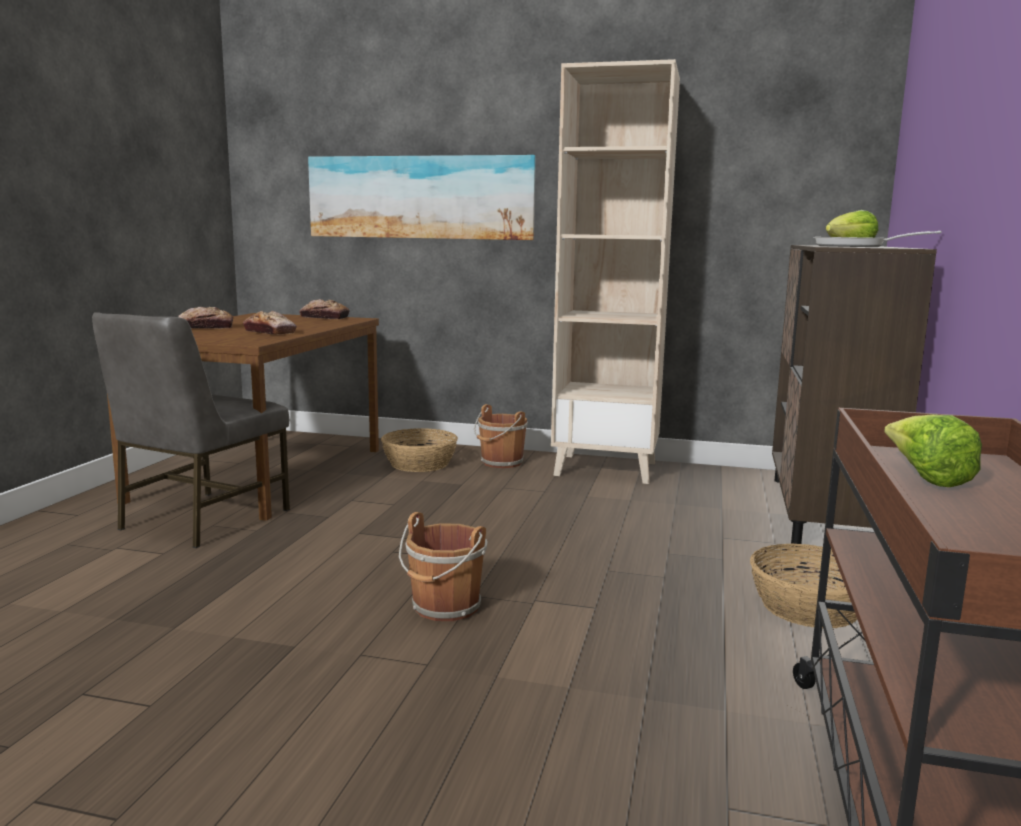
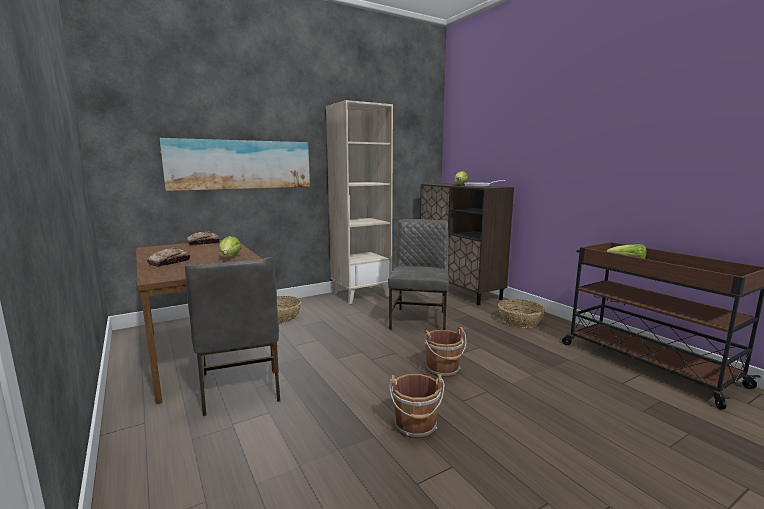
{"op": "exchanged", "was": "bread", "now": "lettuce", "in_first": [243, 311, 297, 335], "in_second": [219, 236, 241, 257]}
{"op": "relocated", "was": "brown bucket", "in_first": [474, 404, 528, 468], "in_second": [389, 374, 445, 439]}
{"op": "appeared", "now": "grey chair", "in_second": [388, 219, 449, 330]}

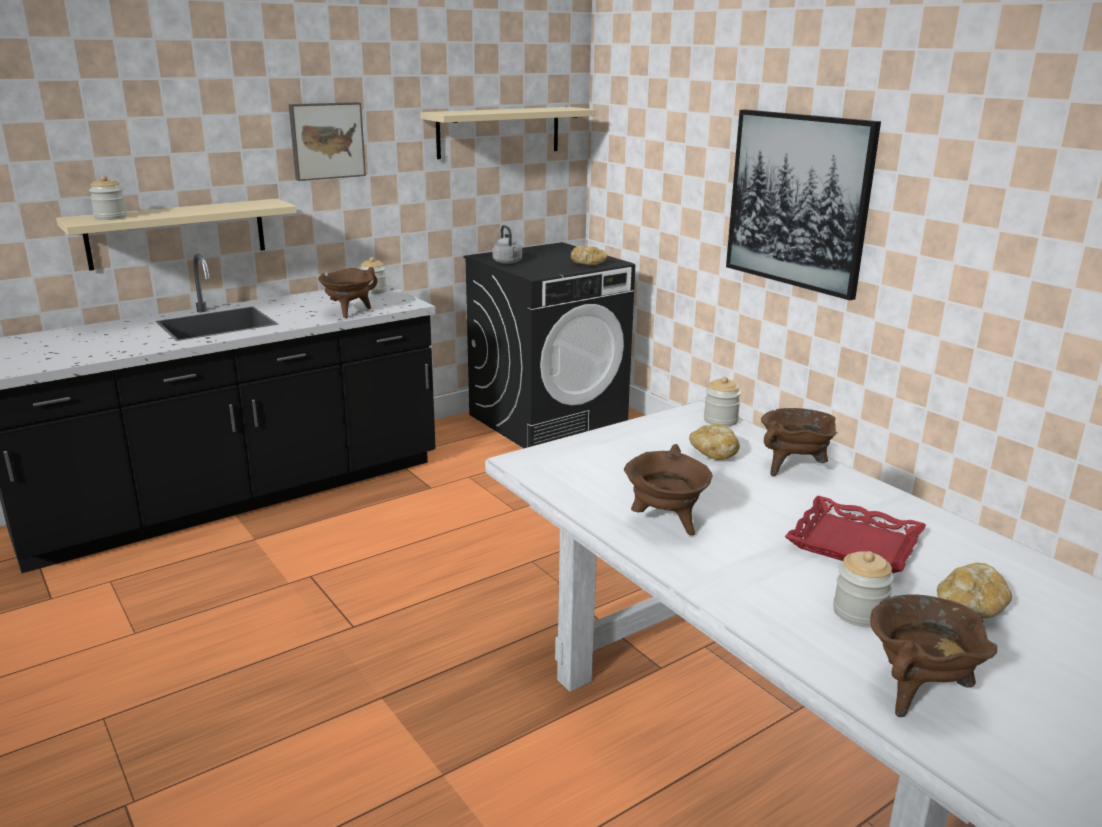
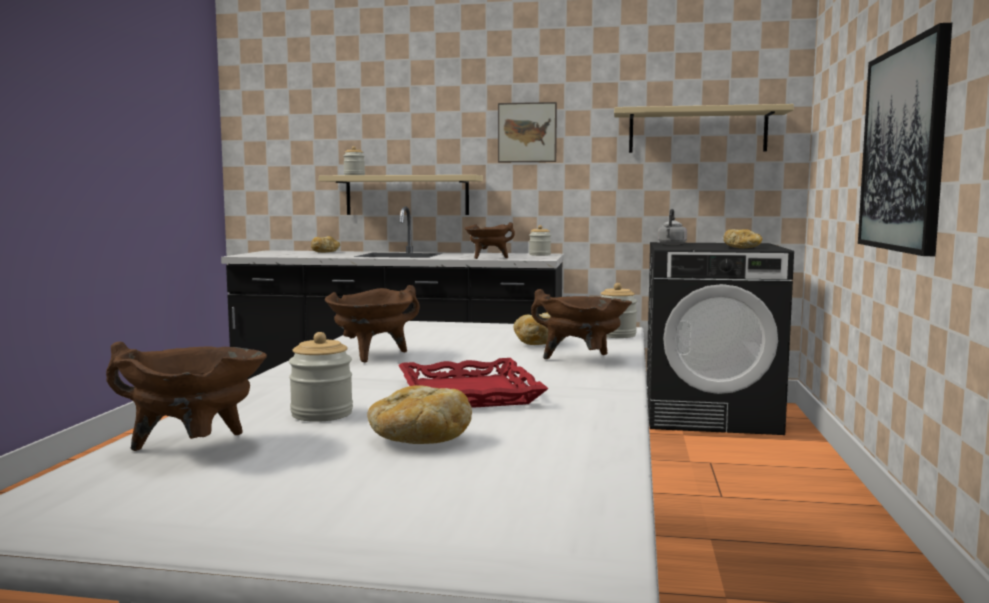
{"op": "appeared", "now": "bread", "in_second": [311, 236, 340, 253]}

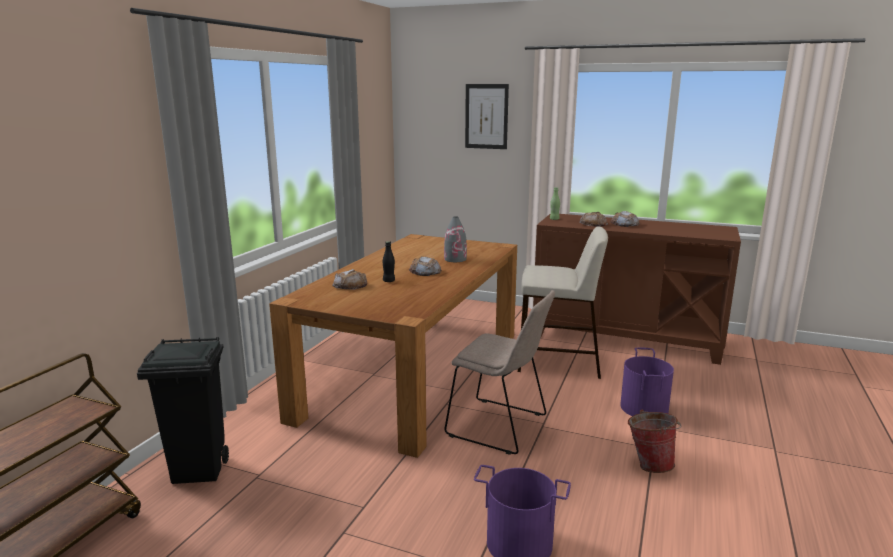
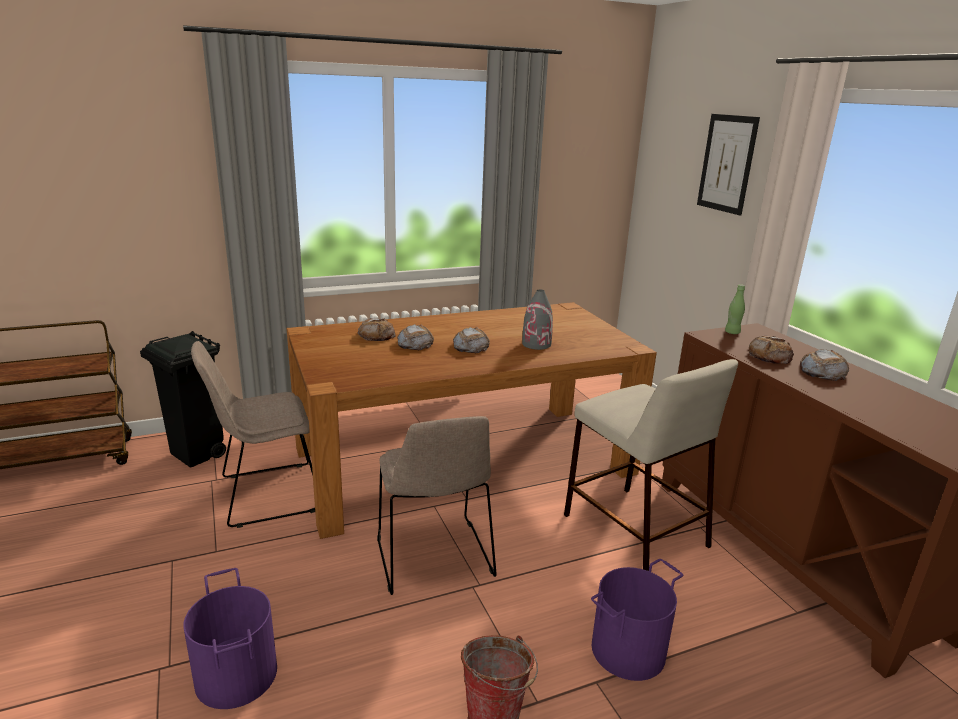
{"op": "exchanged", "was": "black bottle", "now": "bread", "in_first": [383, 241, 395, 282], "in_second": [397, 324, 434, 350]}
{"op": "appeared", "now": "beige chair", "in_second": [191, 341, 315, 528]}

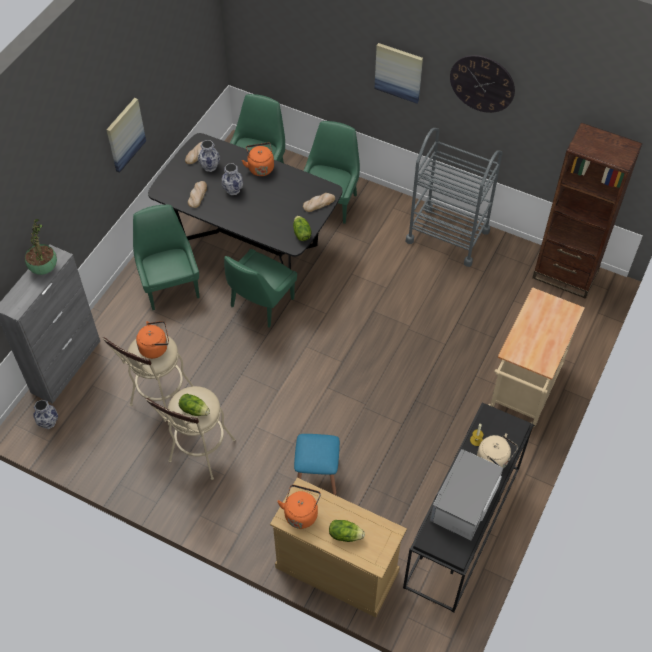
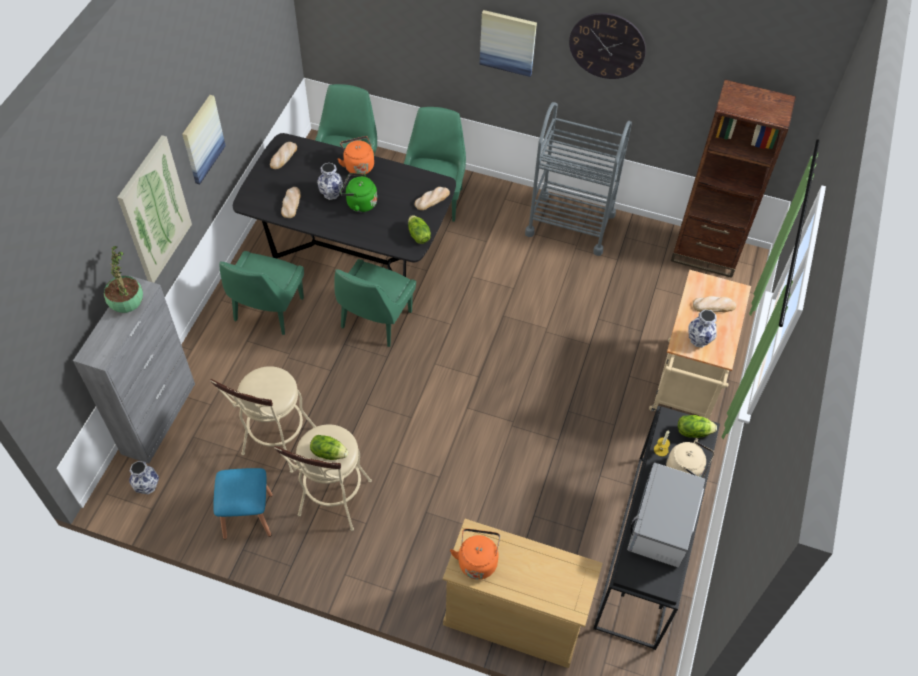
{"op": "relocated", "was": "vase", "in_first": [198, 140, 220, 172], "in_second": [689, 310, 717, 347]}
{"op": "spun", "was": "green chair", "in_first": [133, 205, 200, 310], "in_second": [219, 251, 304, 335], "clockwise": -135}
{"op": "missing", "was": "orange kettle", "in_first": [136, 321, 169, 359]}
{"op": "relocated", "was": "blue stool", "in_first": [294, 434, 340, 495], "in_second": [213, 468, 273, 539]}
{"op": "relocated", "was": "lettuce", "in_first": [329, 520, 365, 542], "in_second": [678, 415, 717, 438]}
{"op": "appeared", "now": "picture", "in_second": [117, 135, 192, 283]}
{"op": "appeared", "now": "green kettle", "in_second": [340, 173, 377, 212]}
{"op": "appeared", "now": "bread", "in_second": [693, 296, 736, 312]}

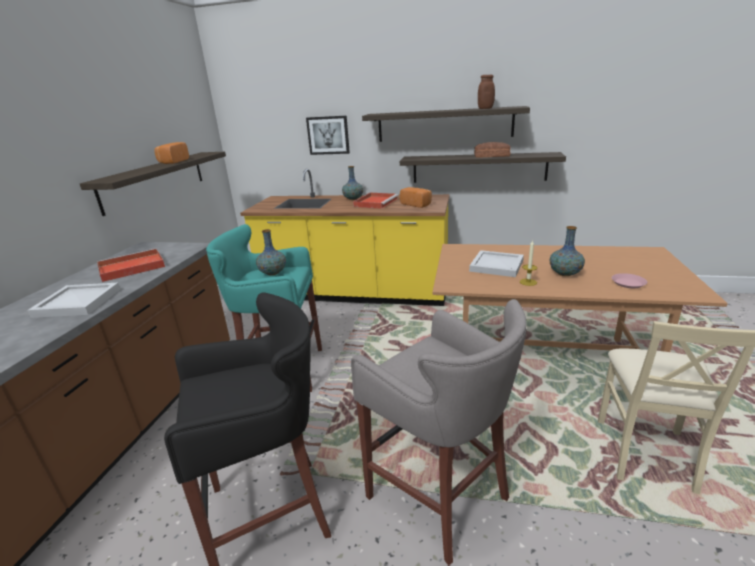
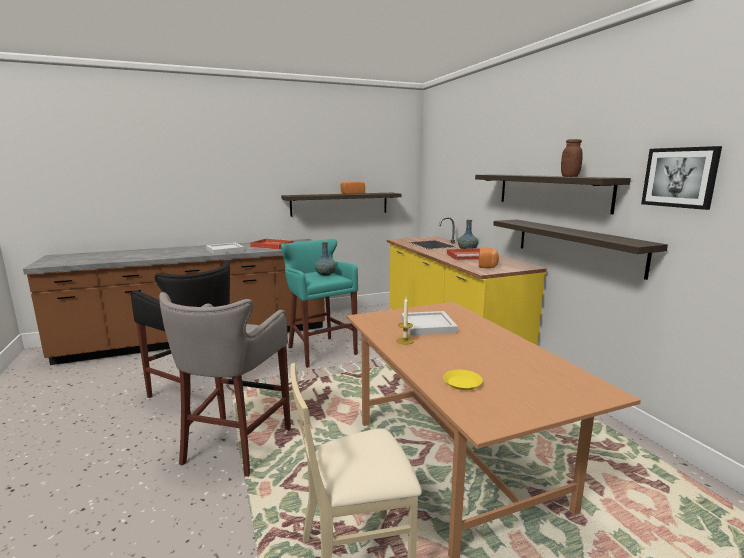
{"op": "relocated", "was": "picture", "in_first": [306, 116, 350, 155], "in_second": [641, 146, 722, 210]}
{"op": "missing", "was": "bread", "in_first": [474, 142, 511, 158]}
{"op": "missing", "was": "vase", "in_first": [550, 226, 585, 276]}
{"op": "colour", "was": "pink plate", "now": "yellow plate", "in_first": [612, 273, 647, 288], "in_second": [443, 370, 483, 390]}

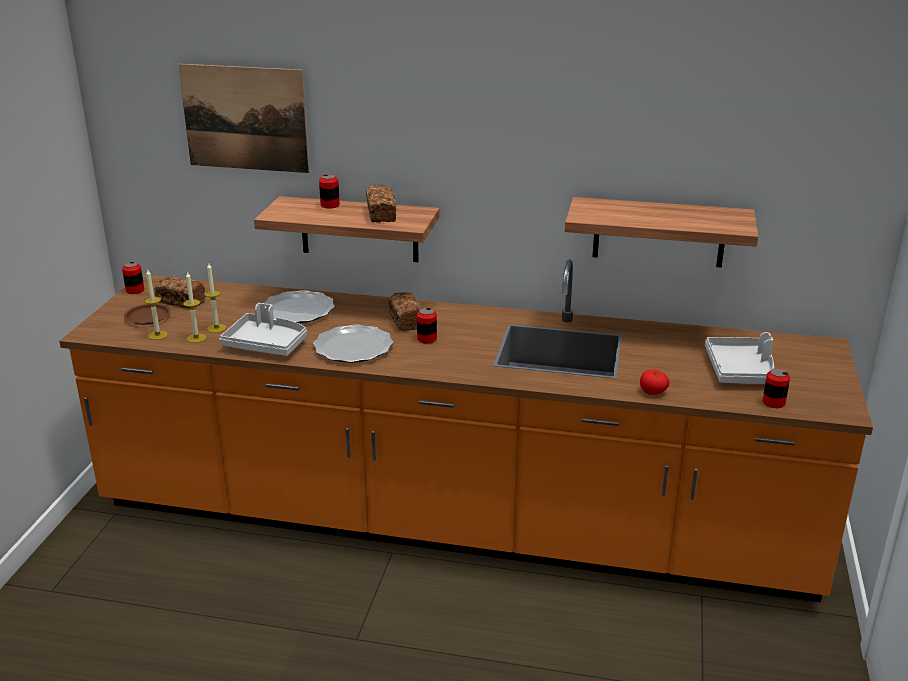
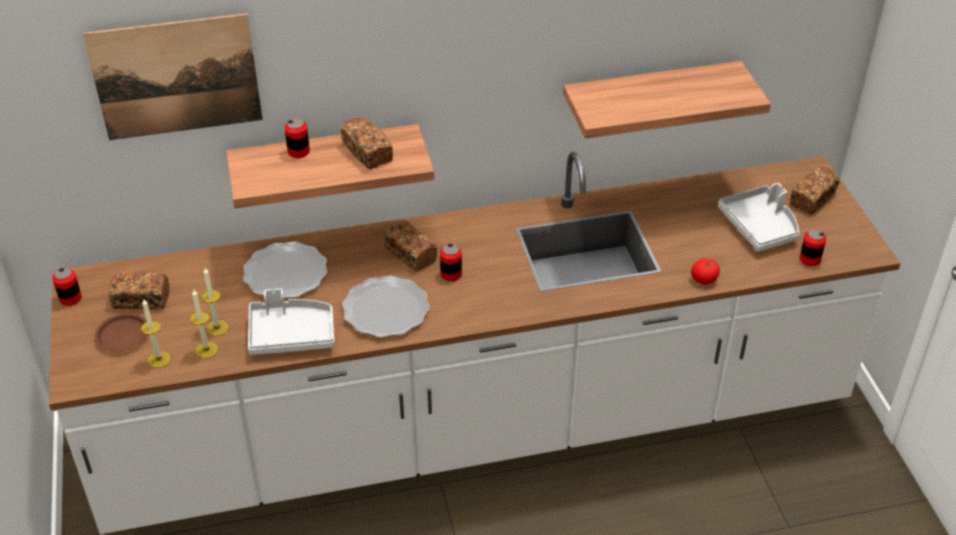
{"op": "colour", "was": "orange counter", "now": "white counter", "in_first": [59, 259, 873, 603], "in_second": [49, 152, 901, 534]}
{"op": "appeared", "now": "bread", "in_second": [790, 166, 840, 215]}

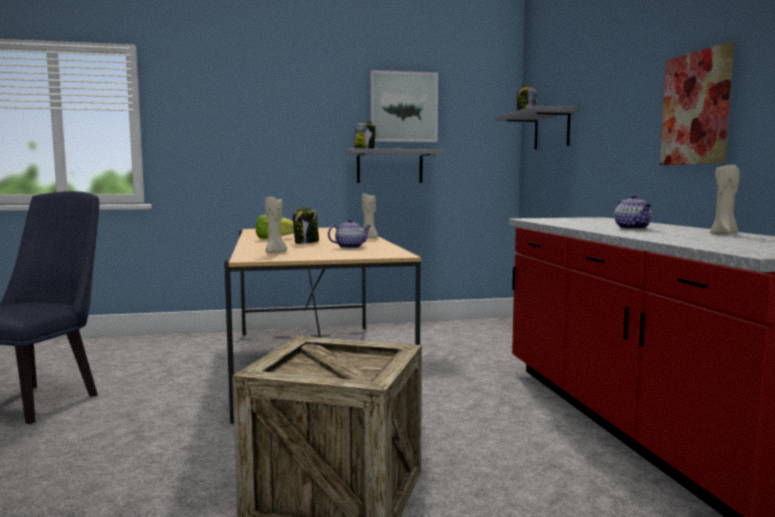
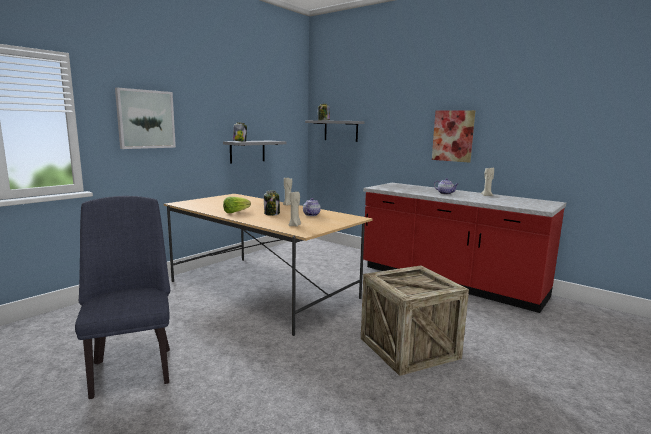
{"op": "relocated", "was": "picture", "in_first": [370, 70, 438, 142], "in_second": [115, 88, 176, 149]}

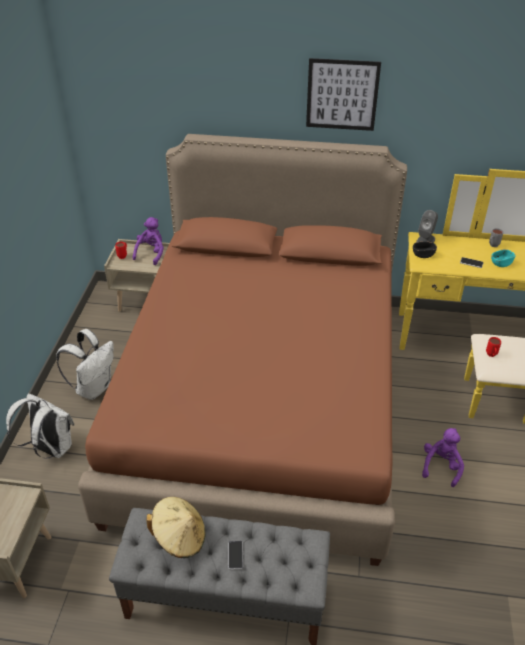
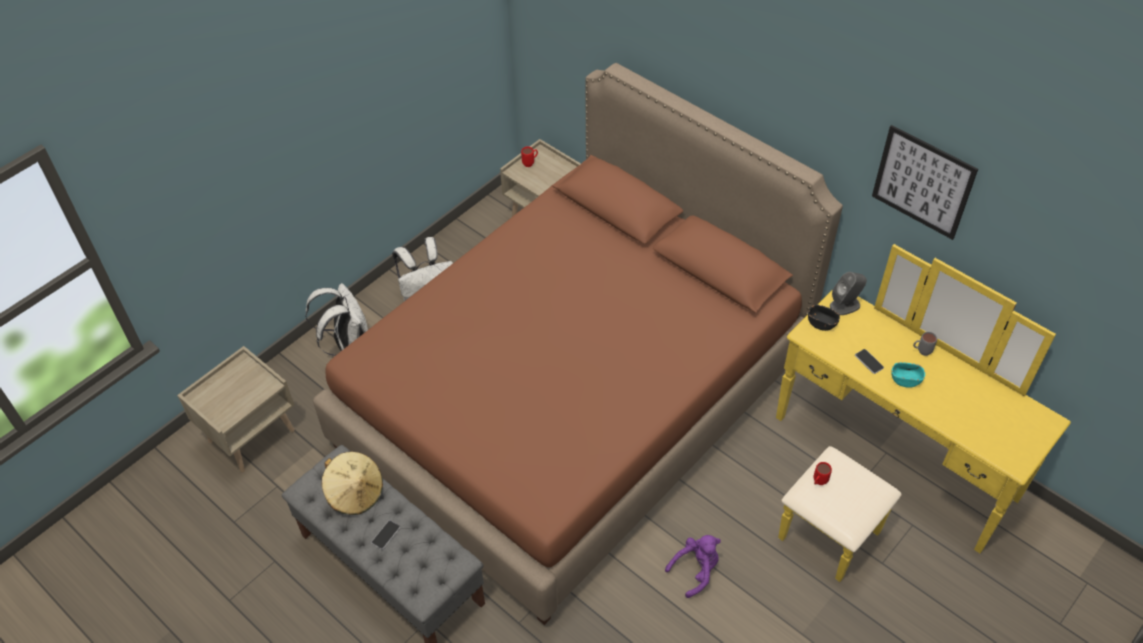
{"op": "relocated", "was": "picture", "in_first": [306, 58, 381, 131], "in_second": [872, 125, 978, 240]}
{"op": "missing", "was": "purple plush toy", "in_first": [133, 217, 164, 265]}

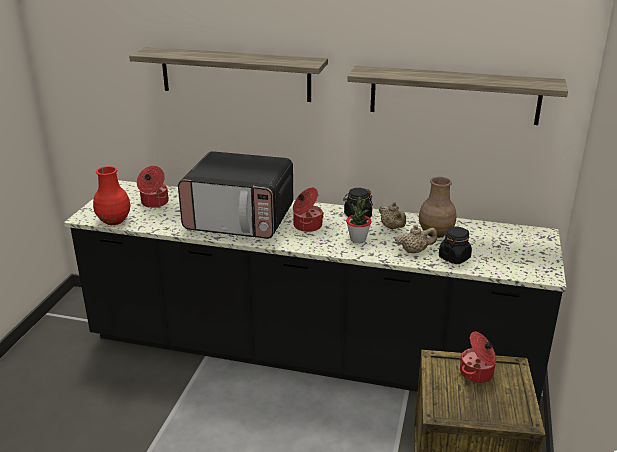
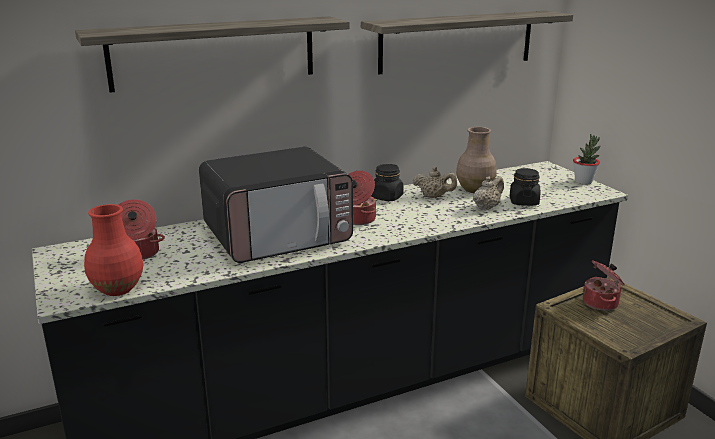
{"op": "relocated", "was": "potted plant", "in_first": [346, 196, 372, 243], "in_second": [573, 134, 601, 185]}

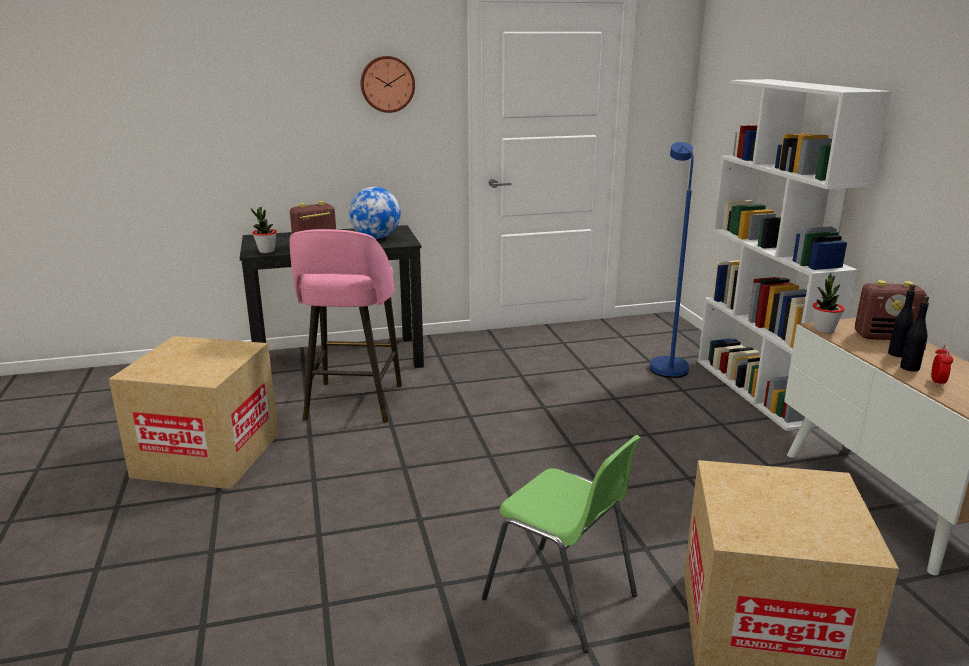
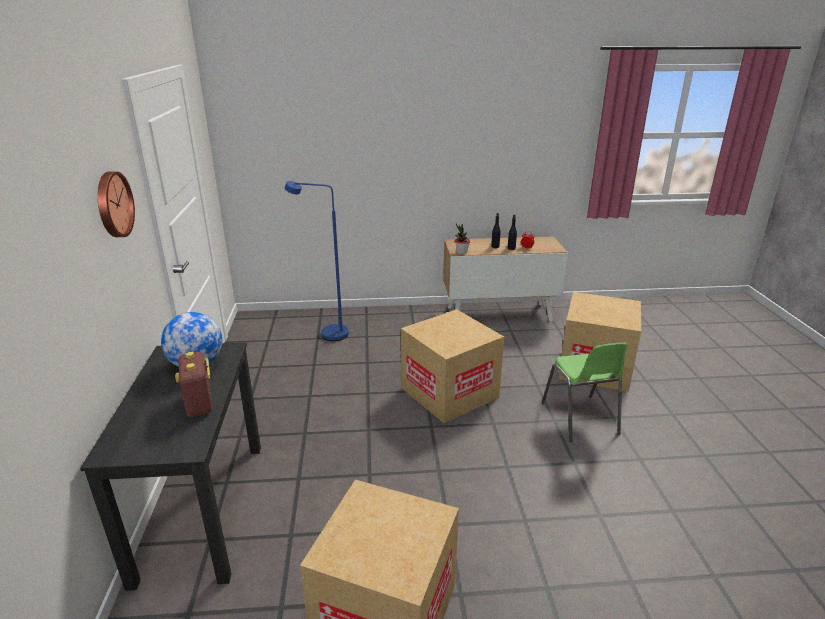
{"op": "missing", "was": "white bookcase", "in_first": [698, 79, 892, 431]}
{"op": "missing", "was": "potted plant", "in_first": [251, 207, 277, 253]}
{"op": "missing", "was": "pink stool", "in_first": [290, 229, 402, 423]}
{"op": "missing", "was": "radio", "in_first": [855, 280, 926, 340]}
{"op": "spun", "was": "green chair", "in_first": [482, 435, 641, 653], "in_second": [542, 343, 628, 442], "clockwise": 120}
{"op": "appeared", "now": "cardboard box", "in_second": [401, 309, 504, 423]}

